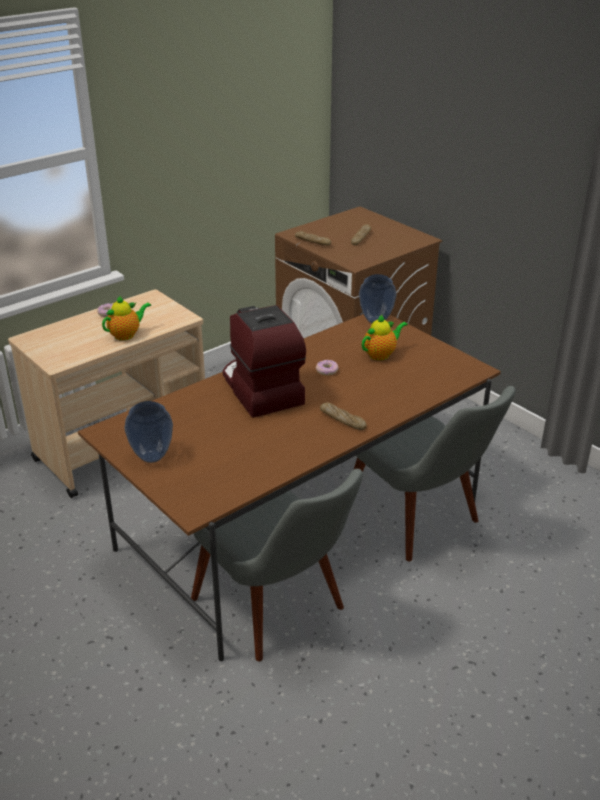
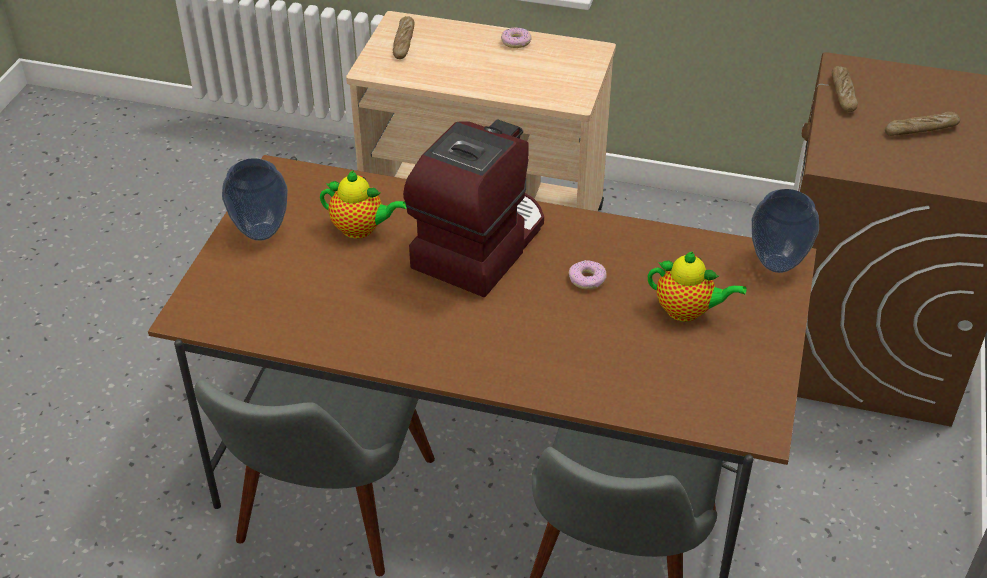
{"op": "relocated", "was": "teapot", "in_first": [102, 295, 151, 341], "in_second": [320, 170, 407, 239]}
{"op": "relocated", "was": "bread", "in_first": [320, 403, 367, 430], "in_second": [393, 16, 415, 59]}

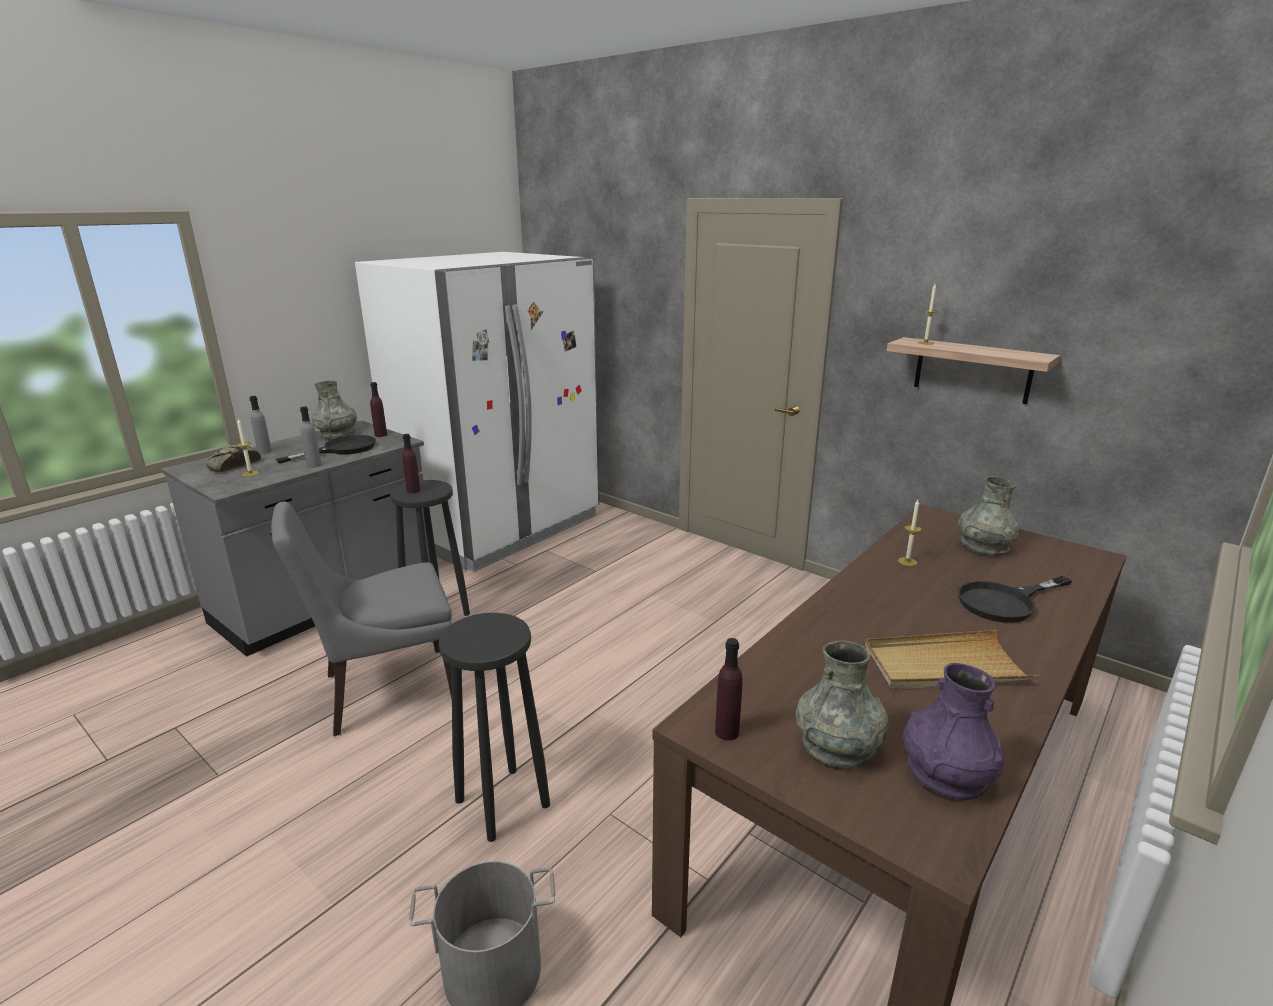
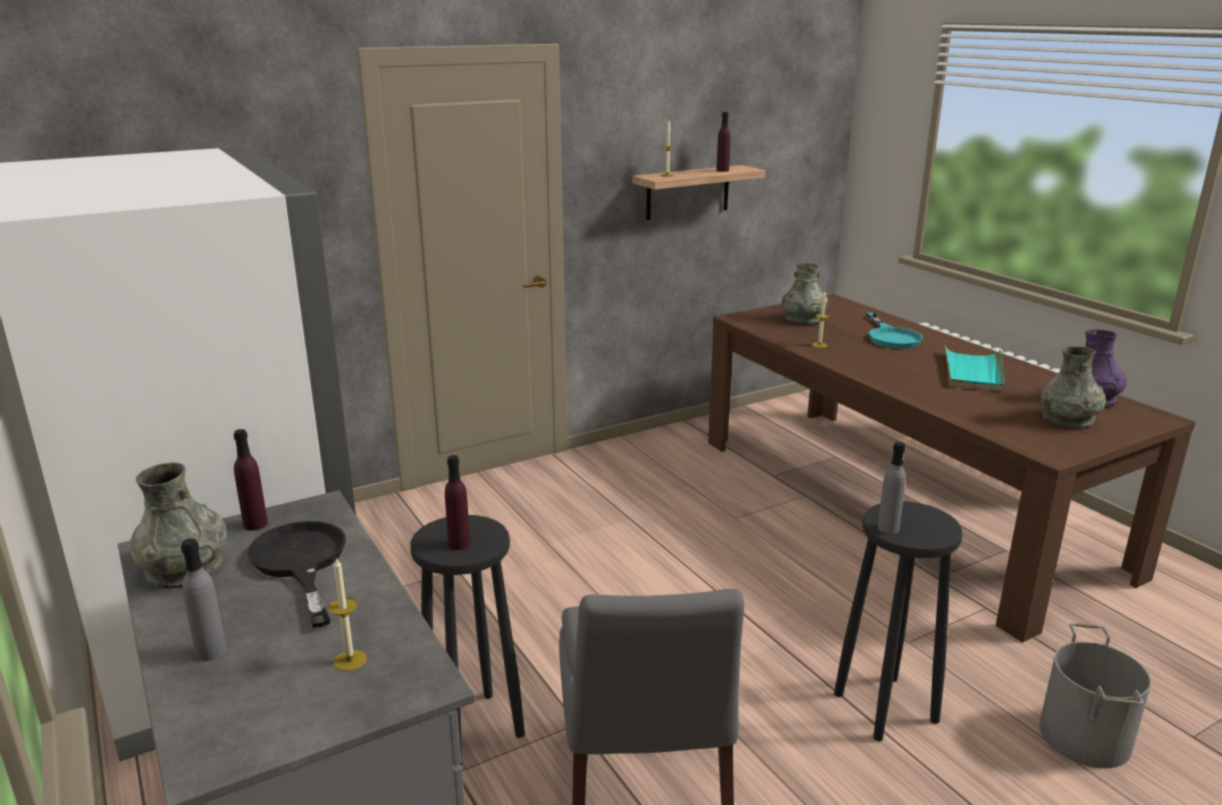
{"op": "relocated", "was": "grey bottle", "in_first": [300, 406, 322, 468], "in_second": [878, 442, 906, 534]}
{"op": "missing", "was": "bread", "in_first": [206, 445, 261, 472]}
{"op": "colour", "was": "black frying pan", "now": "turquoise frying pan", "in_first": [958, 576, 1072, 623], "in_second": [866, 312, 923, 349]}
{"op": "colour", "was": "beige tray", "now": "turquoise tray", "in_first": [865, 630, 1039, 690], "in_second": [944, 344, 1004, 391]}
{"op": "relocated", "was": "purple bottle", "in_first": [715, 638, 743, 740], "in_second": [716, 112, 731, 172]}

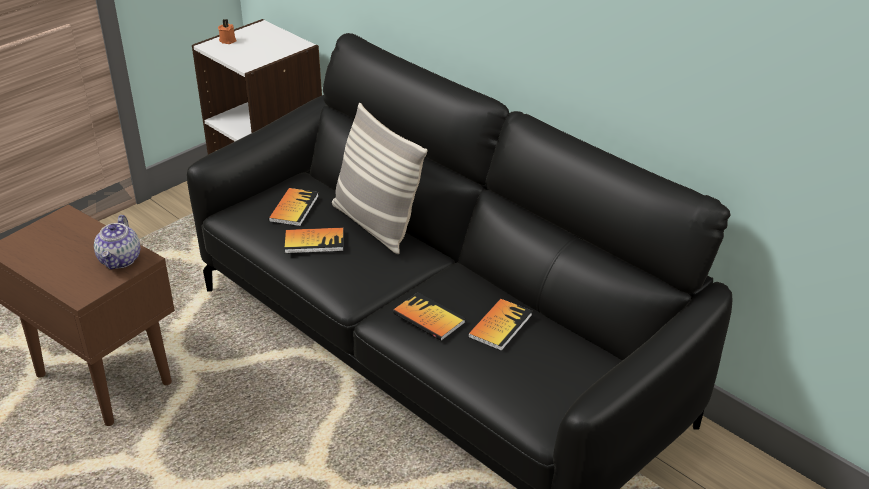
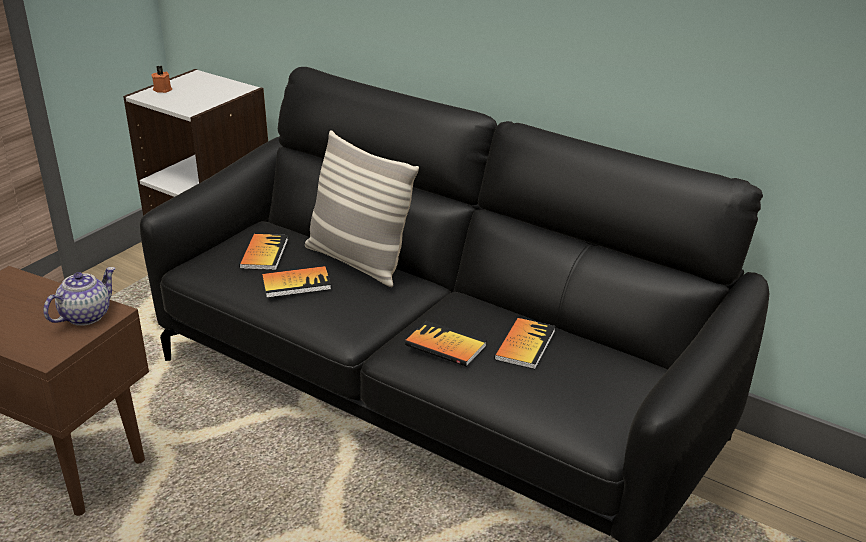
{"op": "spun", "was": "teapot", "in_first": [94, 215, 140, 270], "in_second": [43, 267, 116, 326], "clockwise": -135}

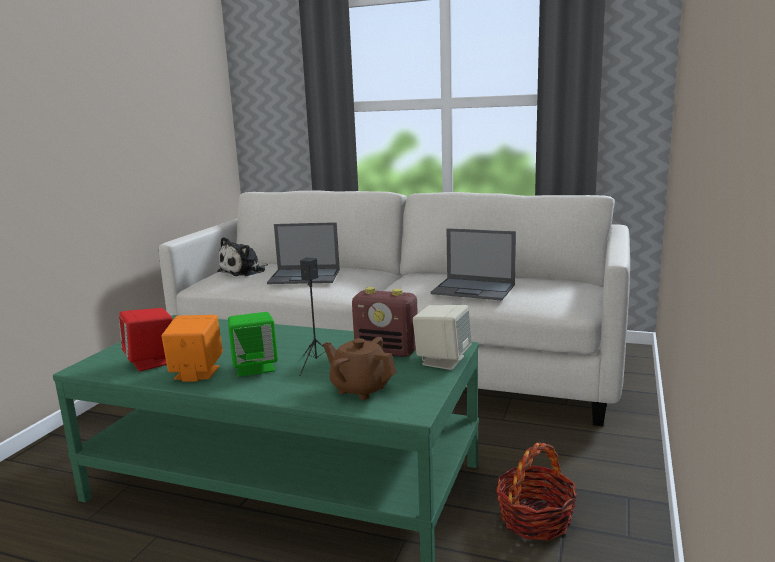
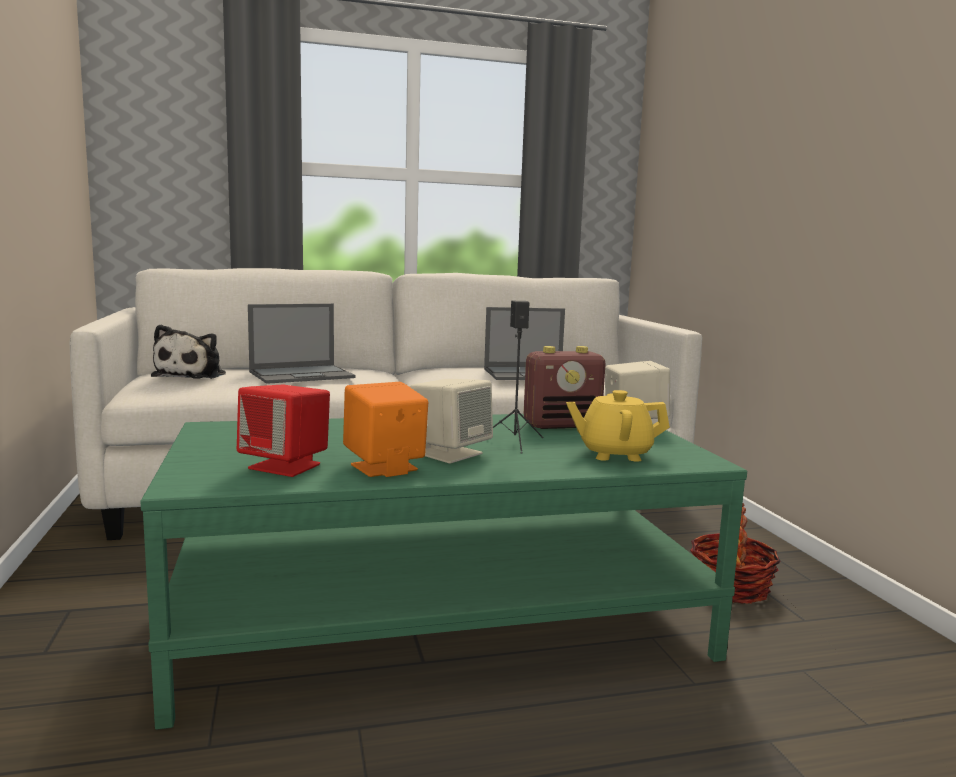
{"op": "colour", "was": "green speaker", "now": "beige speaker", "in_first": [228, 312, 278, 377], "in_second": [410, 379, 493, 463]}
{"op": "colour", "was": "brown teapot", "now": "yellow teapot", "in_first": [323, 337, 397, 400], "in_second": [566, 390, 670, 462]}

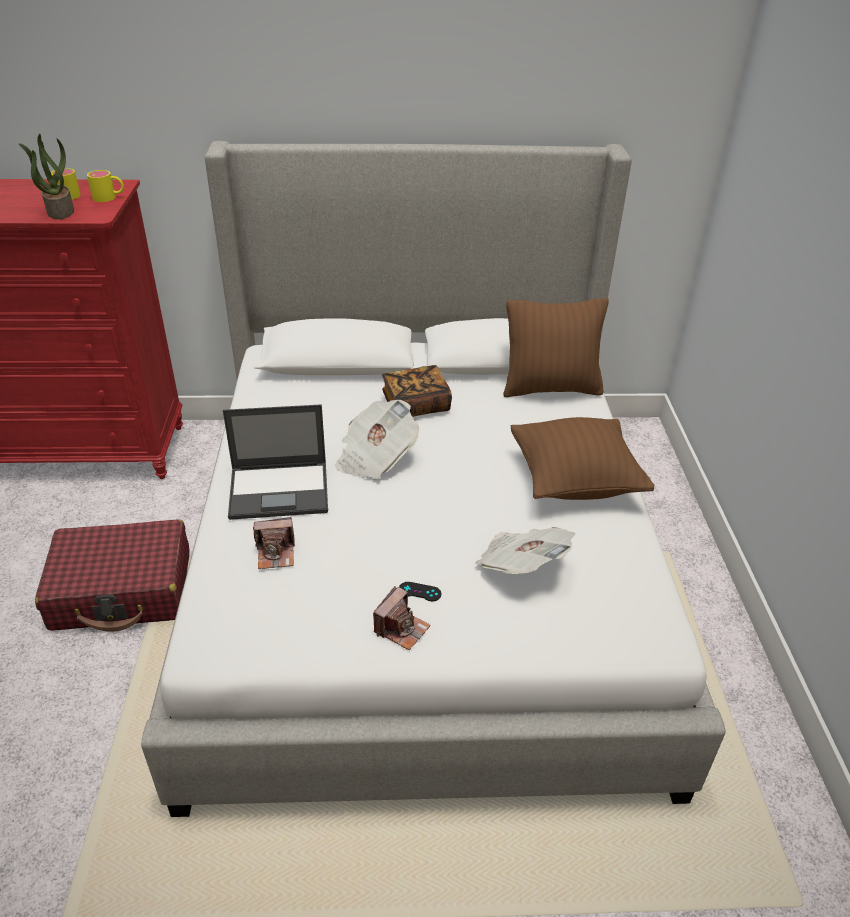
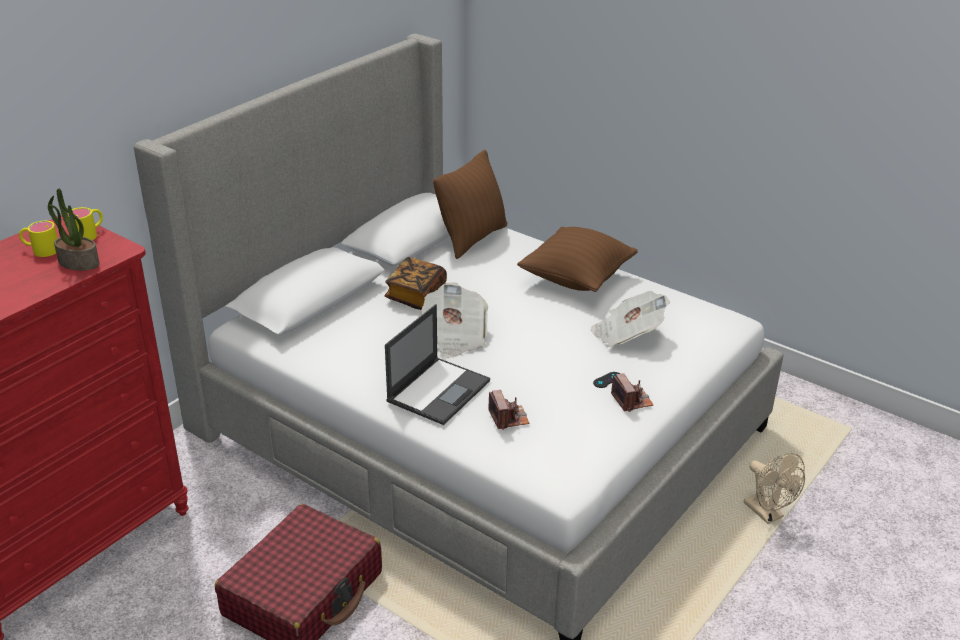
{"op": "spun", "was": "photo camera", "in_first": [253, 517, 295, 569], "in_second": [488, 390, 529, 430], "clockwise": -45}
{"op": "appeared", "now": "beige fan", "in_second": [744, 453, 805, 524]}

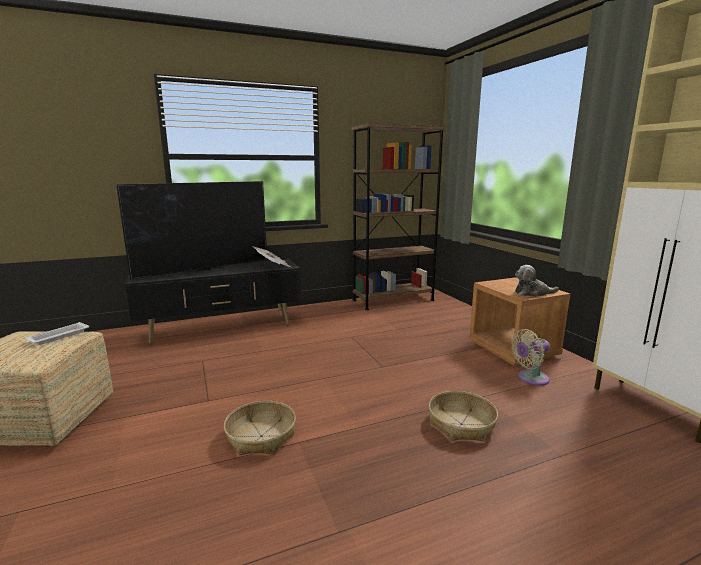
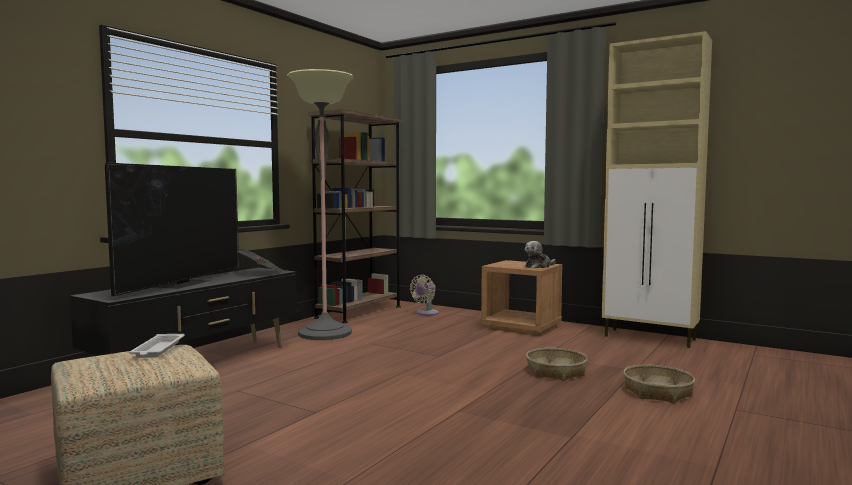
{"op": "relocated", "was": "beige fan", "in_first": [511, 329, 550, 386], "in_second": [410, 275, 439, 316]}
{"op": "relocated", "was": "basket", "in_first": [224, 401, 296, 455], "in_second": [624, 364, 695, 403]}
{"op": "appeared", "now": "floor lamp", "in_second": [287, 69, 354, 340]}

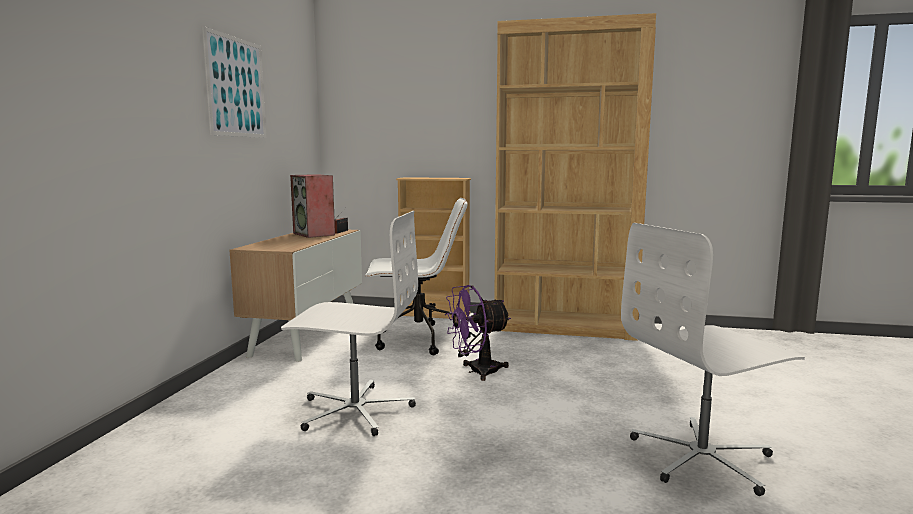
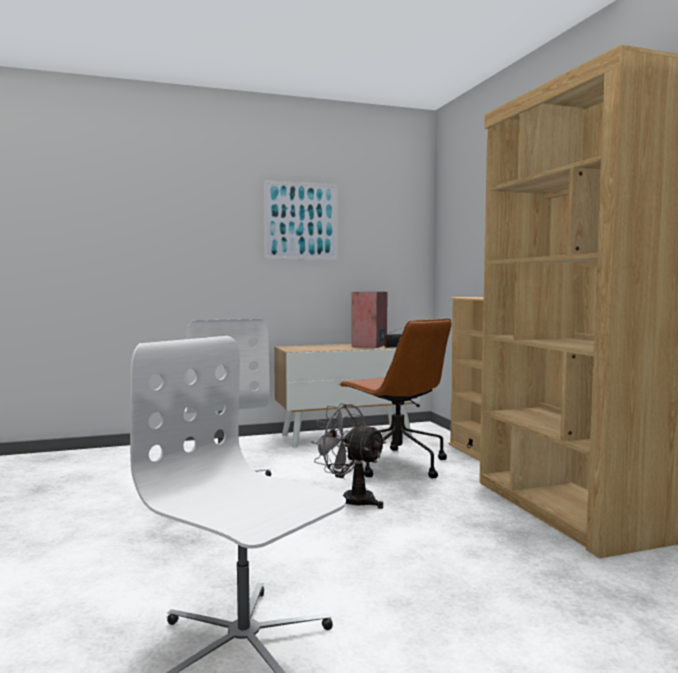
{"op": "colour", "was": "white office chair", "now": "brown office chair", "in_first": [365, 198, 471, 355], "in_second": [339, 318, 452, 478]}
{"op": "colour", "was": "purple fan", "now": "grey fan", "in_first": [445, 285, 511, 381], "in_second": [311, 404, 387, 509]}

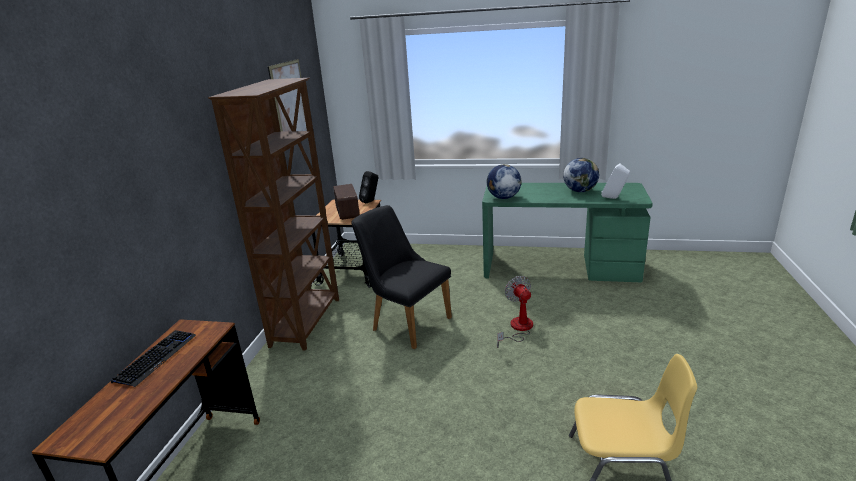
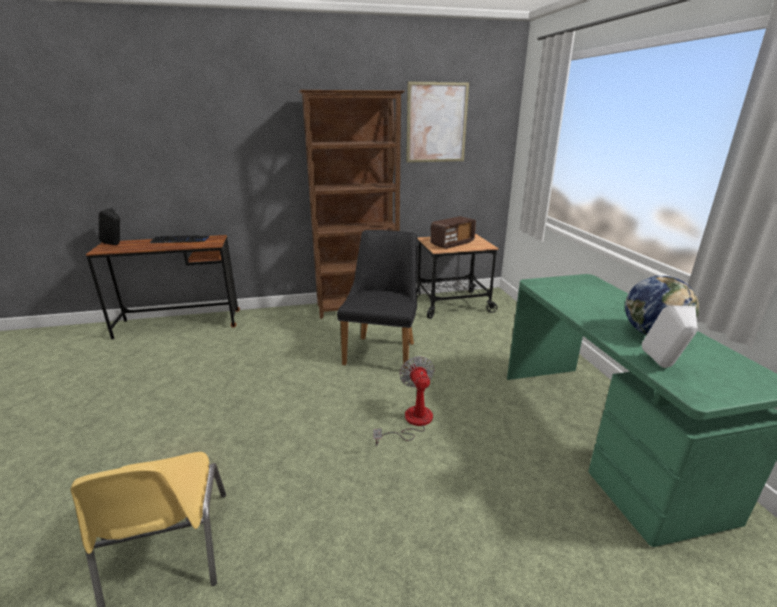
{"op": "missing", "was": "globe", "in_first": [487, 164, 521, 199]}
{"op": "relocated", "was": "black speaker", "in_first": [359, 171, 378, 203], "in_second": [99, 208, 120, 245]}
{"op": "spun", "was": "fan", "in_first": [497, 276, 533, 348], "in_second": [373, 356, 434, 447], "clockwise": -60}

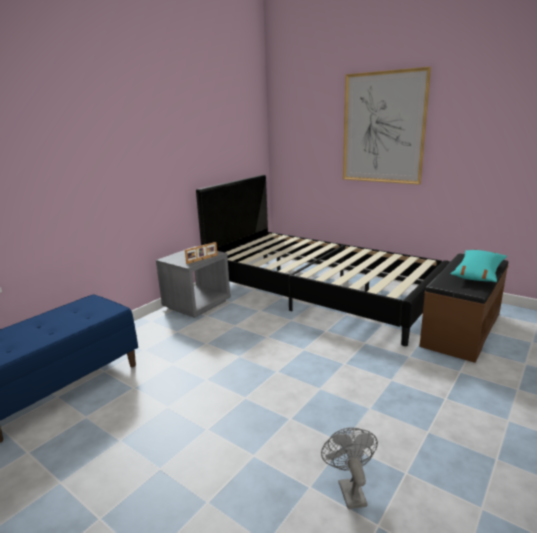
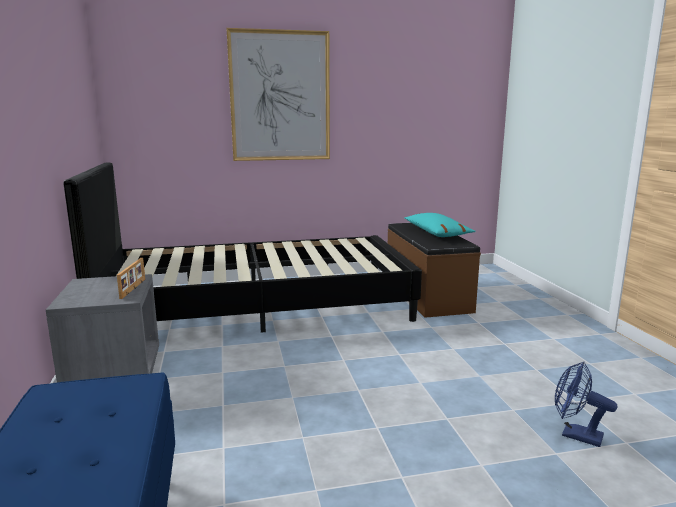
{"op": "colour", "was": "grey fan", "now": "blue fan", "in_first": [321, 427, 378, 509], "in_second": [555, 362, 617, 447]}

